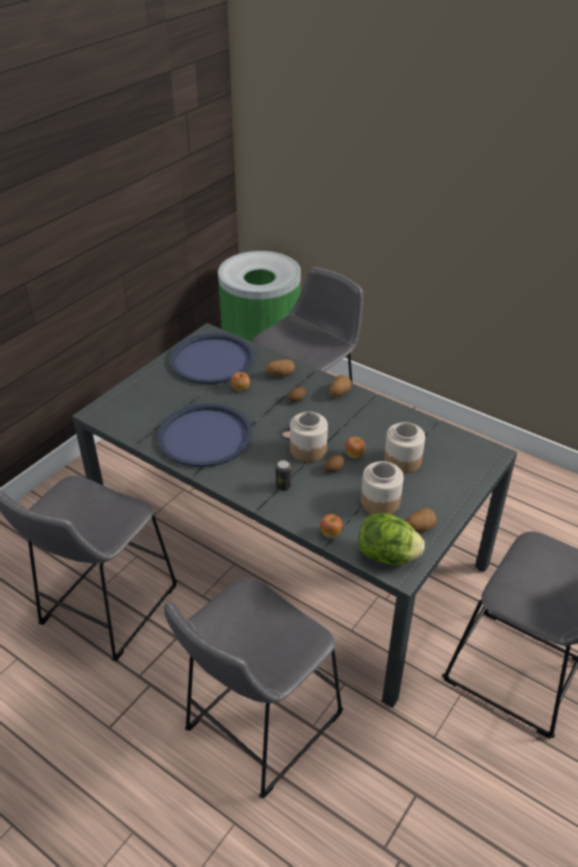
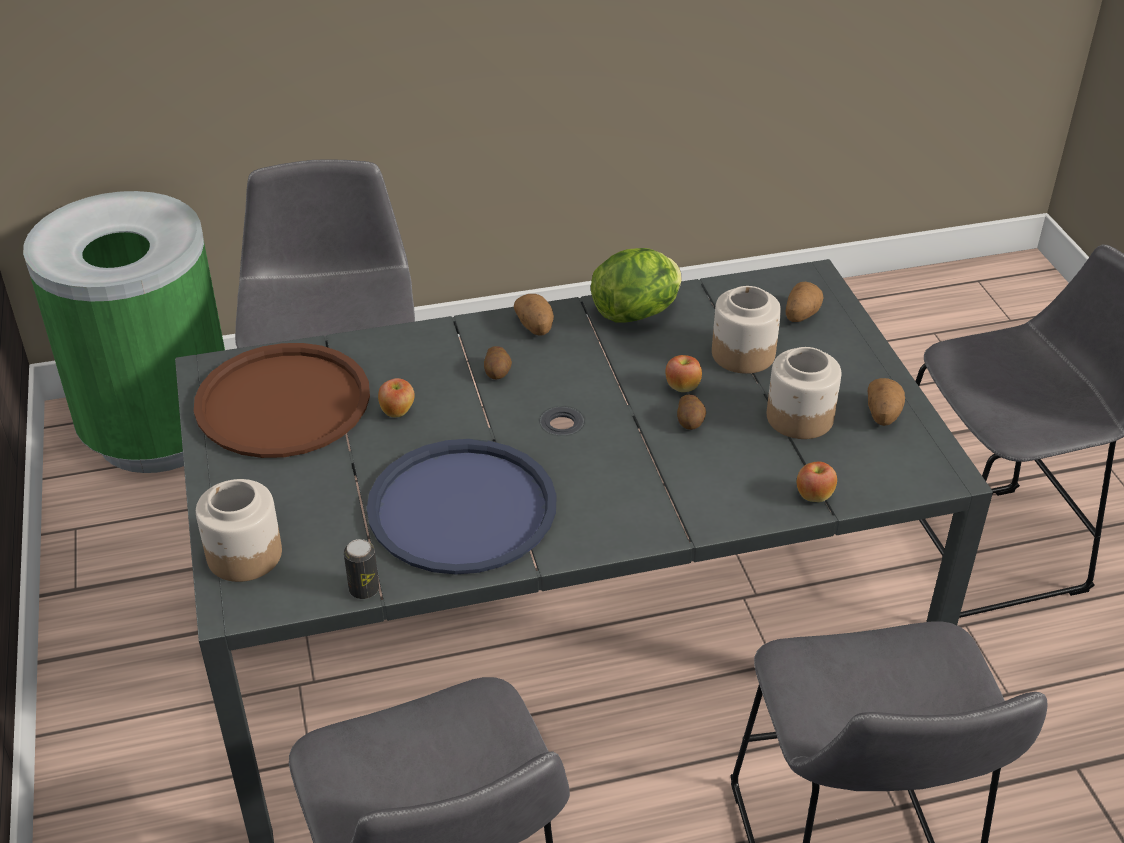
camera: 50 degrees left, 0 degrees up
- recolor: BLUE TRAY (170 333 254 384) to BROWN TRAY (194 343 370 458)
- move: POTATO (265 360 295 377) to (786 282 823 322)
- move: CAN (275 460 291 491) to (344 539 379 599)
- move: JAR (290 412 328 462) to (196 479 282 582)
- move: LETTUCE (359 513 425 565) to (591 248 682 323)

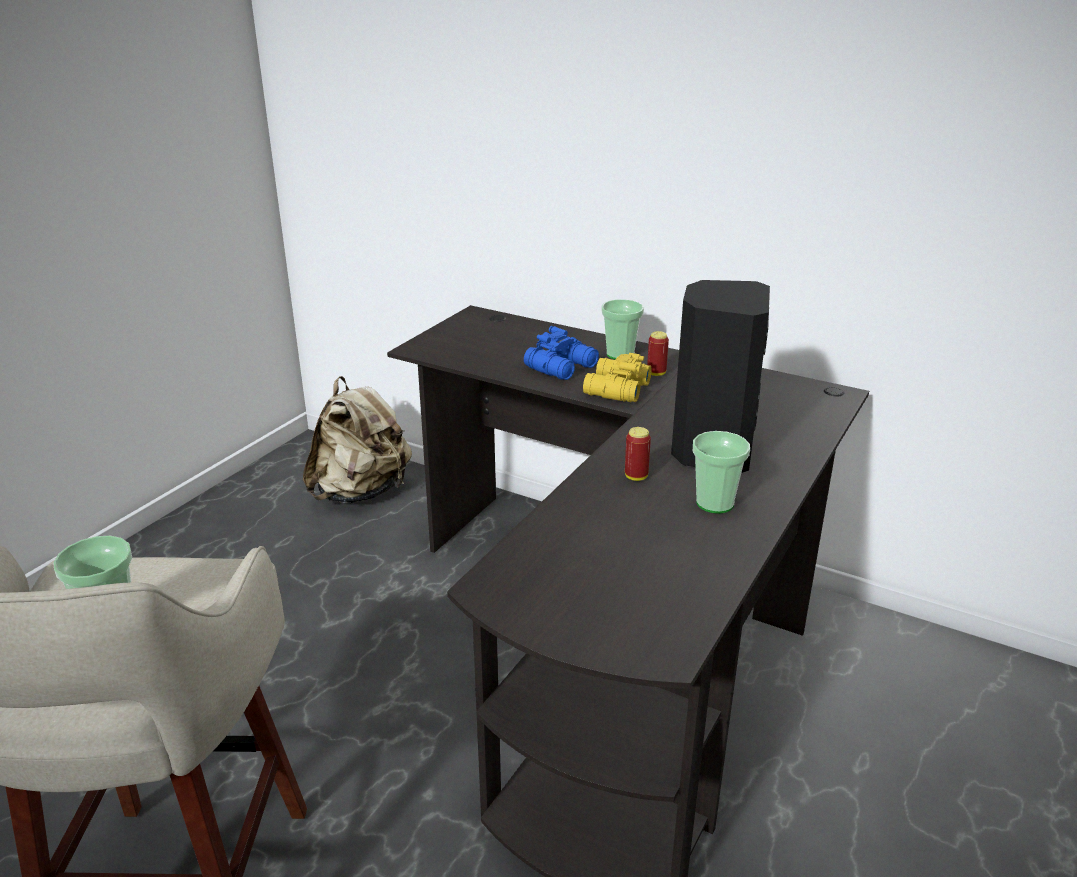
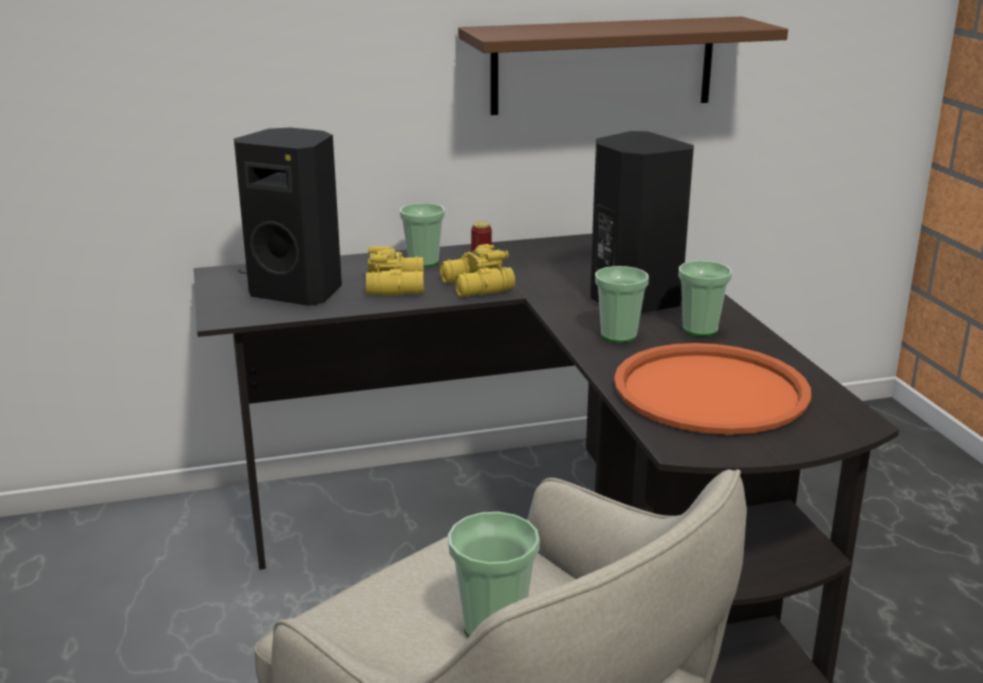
camera: 45 degrees left, 5 degrees down
- delete: BEIGE BACKPACK (303 376 412 503)
- recolor: BLUE BINOCULARS (524 326 599 380) to YELLOW BINOCULARS (366 246 424 296)
- replace: CAN (625 427 651 481) to CUP (595 266 649 343)
- insert: BLACK SPEAKER (234 128 342 306)
- insert: BROWN SHELF (458 16 788 115)
- insert: ORANGE TRAY (614 343 811 435)

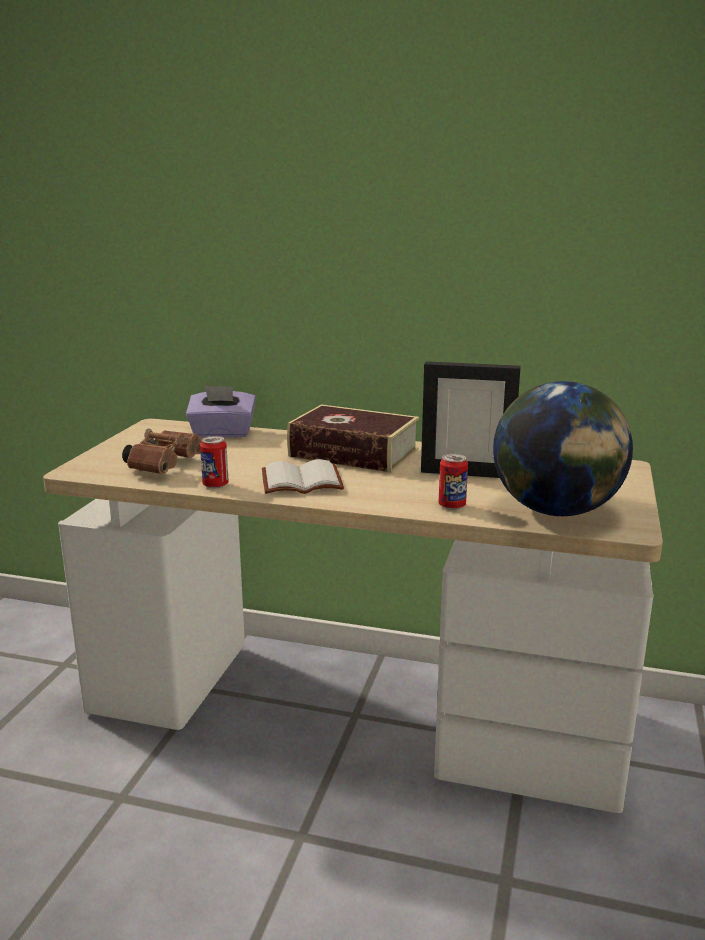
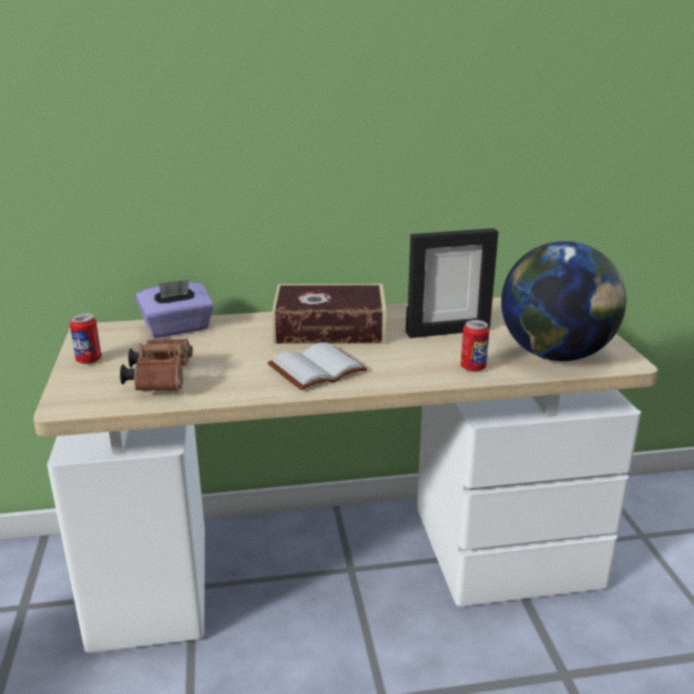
camera: 25 degrees left, 5 degrees up
- move: CAN (200 436 229 488) to (70 313 102 364)

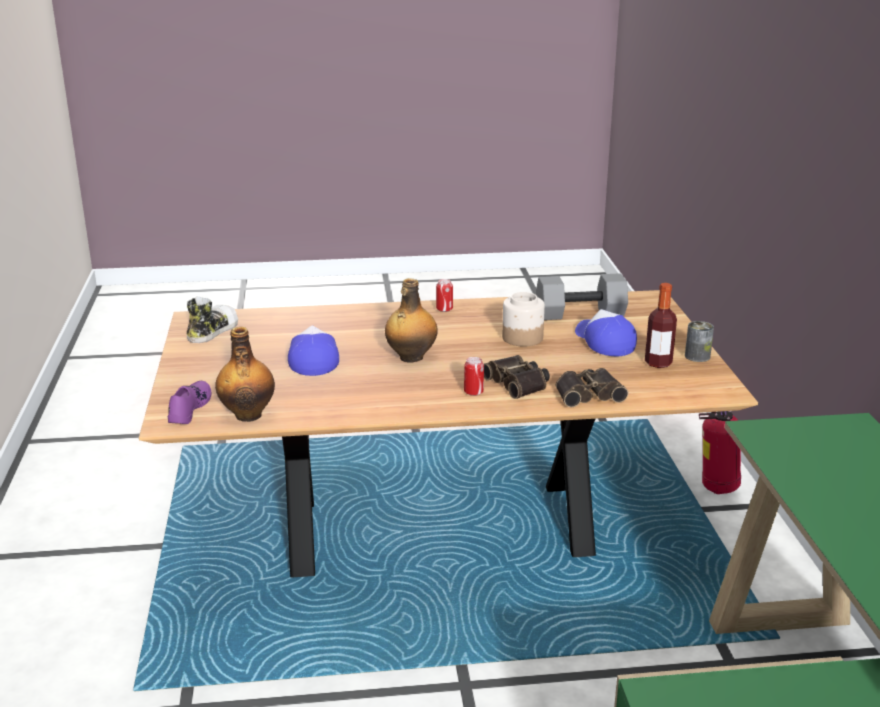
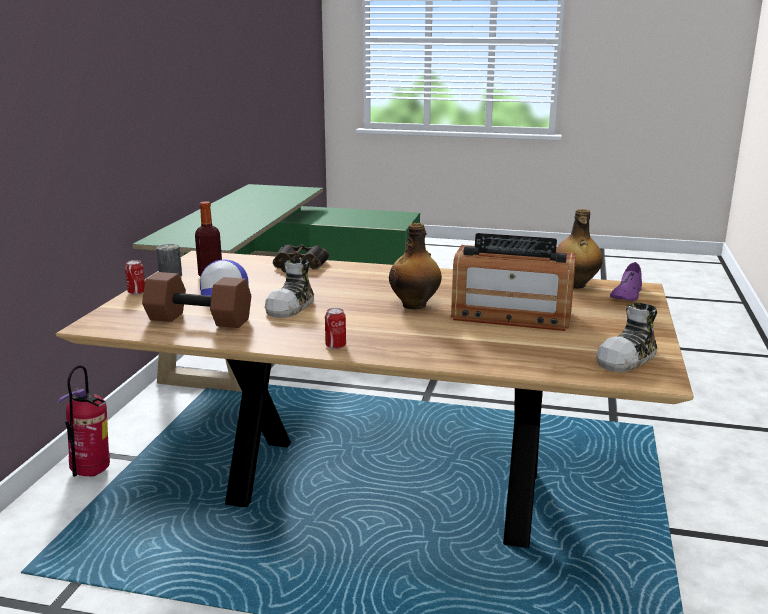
camera: 160 degrees left, 5 degrees down
- replace: CAP (288 326 339 376) to RADIO (451 233 576 331)
- move: CAN (464 357 484 396) to (125 260 145 295)
- delete: BINOCULARS (484 355 550 399)
- replace: JAR (502 292 545 346) to SHOE (265 259 314 318)
- recolor: GREY DUMBBELL (536 273 628 320) to BROWN DUMBBELL (142 272 251 328)

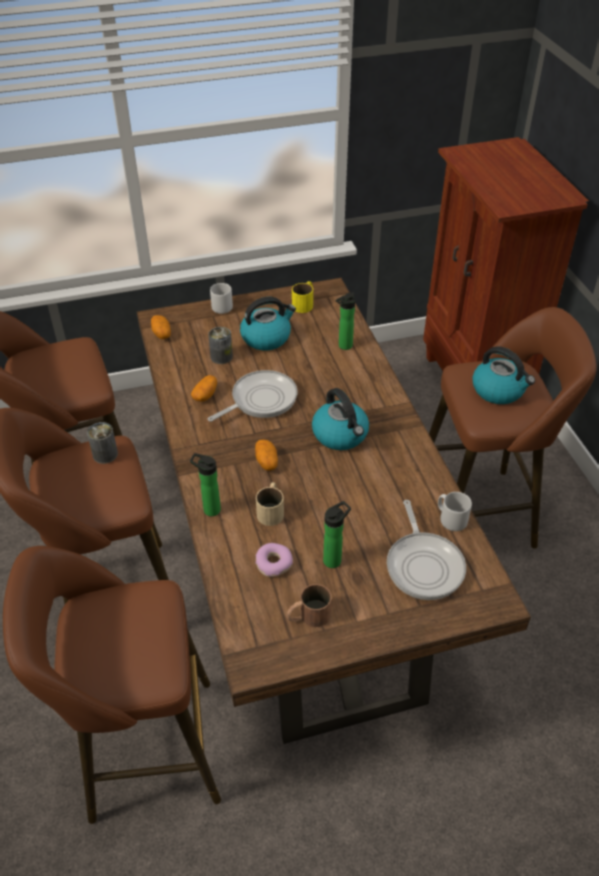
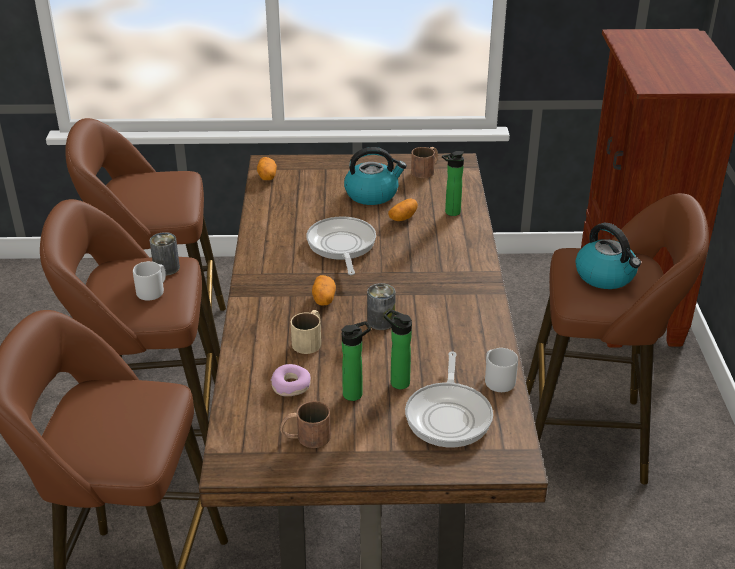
camera: 15 degrees right, 10 degrees down
- move: BOTTLE (190 453 221 516) to (384 309 412 389)
- move: POTATO (191 375 217 402) to (388 199 418 221)
- move: CAN (208 327 233 364) to (367 283 396 330)
- rotate: FRYING PAN (208 370 297 422) = (306 216 376 275) 75 degrees counterclockwise
- move: GREY MUG (210 283 233 314) to (133 261 166 301)
- recolor: YELLOW MUG (292 281 313 313) to BROWN MUG (411 147 438 178)
- delete: KETTLE (312 388 369 450)

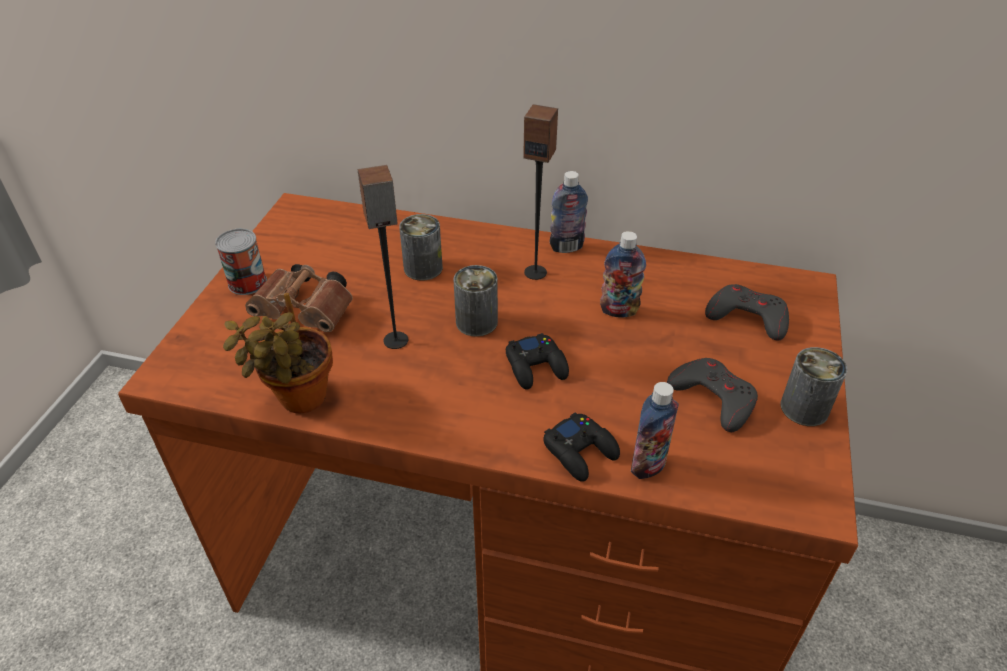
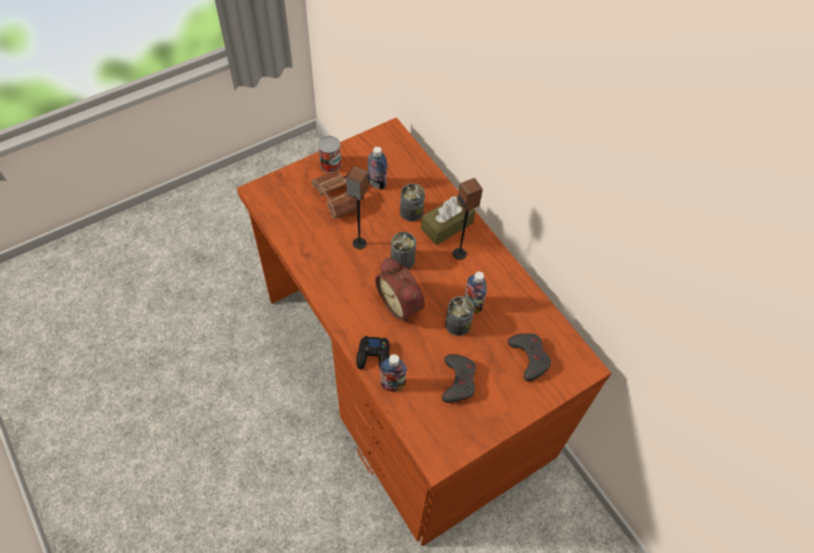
camera: 40 degrees right, 15 degrees up
- delete: POTTED PLANT (223 293 333 413)
- replace: BLACK GAME CONTROLLER (506 333 569 389) to ALARM CLOCK (375 257 425 322)
- move: BOTTLE (550 171 588 253) to (368 147 387 189)
- move: CAN (781 347 847 426) to (445 296 475 336)
- insert: BROWN TISSUE BOX (421 195 476 245)

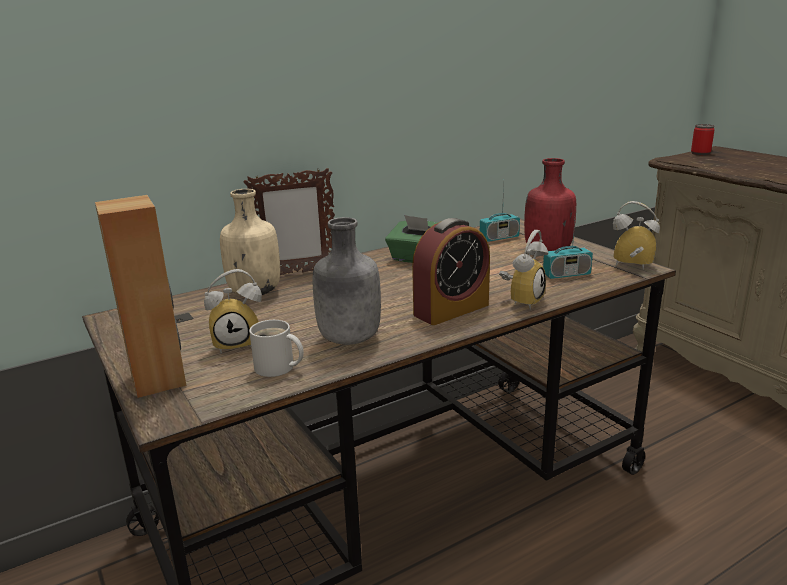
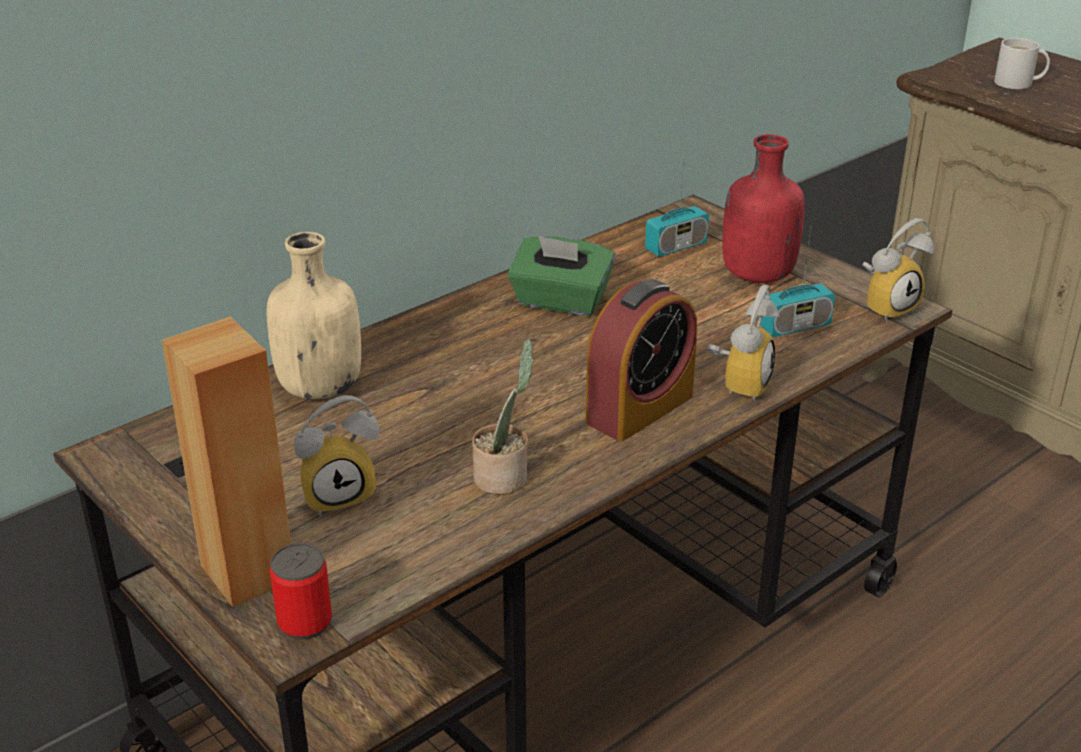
camera: 10 degrees left, 10 degrees up
- delete: PICTURE FRAME (243 168 335 275)
- move: WHITE MUG (249 320 304 377) to (994 38 1050 89)
- replace: GREY BOTTLE (312 217 381 345) to POTTED PLANT (472 339 533 495)
- rotate: ALARM CLOCK (613 201 660 270) = (862 218 934 322) 135 degrees clockwise
- move: CAN (691 124 715 155) to (270 543 332 640)

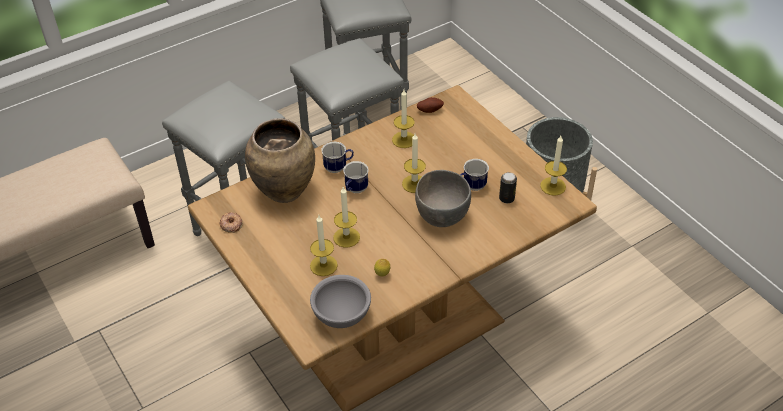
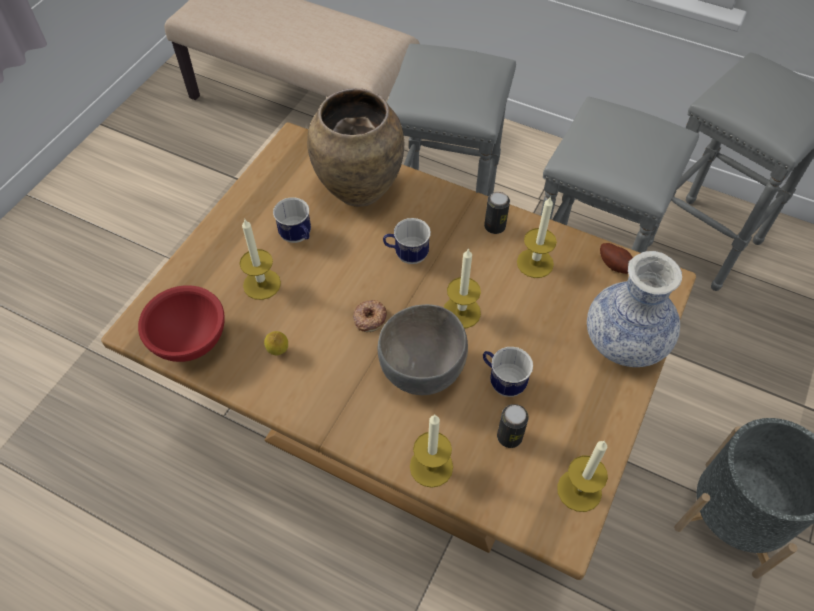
camera: 60 degrees right, 10 degrees up
- move: DONUT (219 212 243 233) to (353 300 387 332)
- recolor: GREY BOWL (310 275 371 328) to RED BOWL (138 285 225 362)
- move: MUG (321 142 354 173) to (273 197 311 243)
- move: CANDLE (333 187 360 248) to (410 415 453 488)
- insert: CAN (484 192 510 234)
- insert: VASE (587 251 682 367)

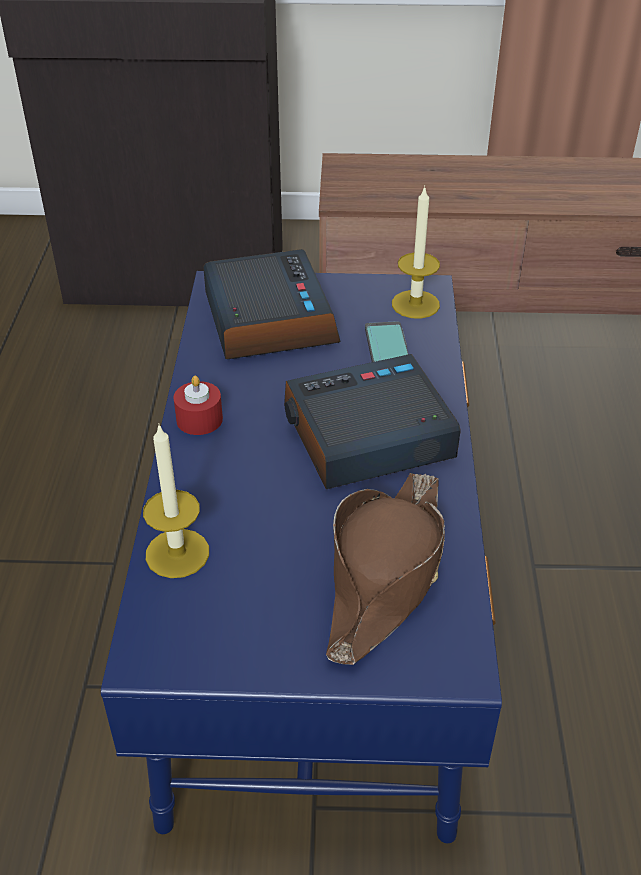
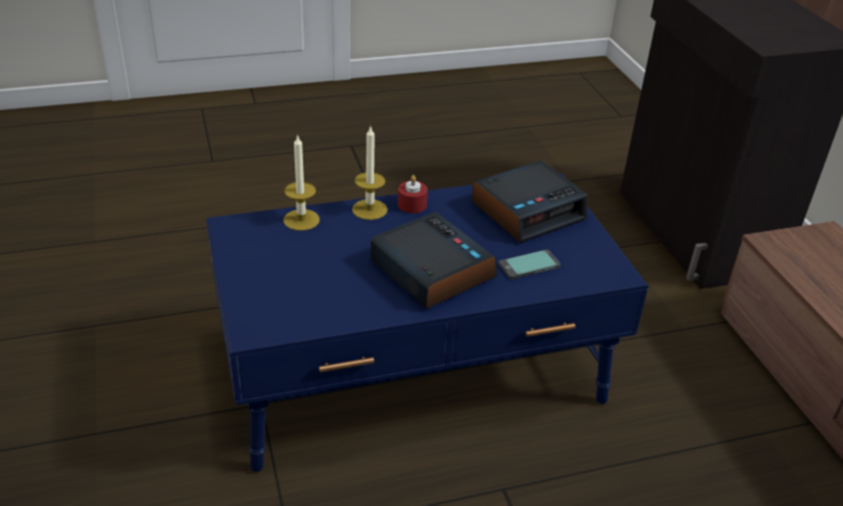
camera: 70 degrees right, 5 degrees down
- delete: BROWN HAT (326 473 445 665)
- move: CANDLE (392 186 440 319) to (352 125 388 220)

